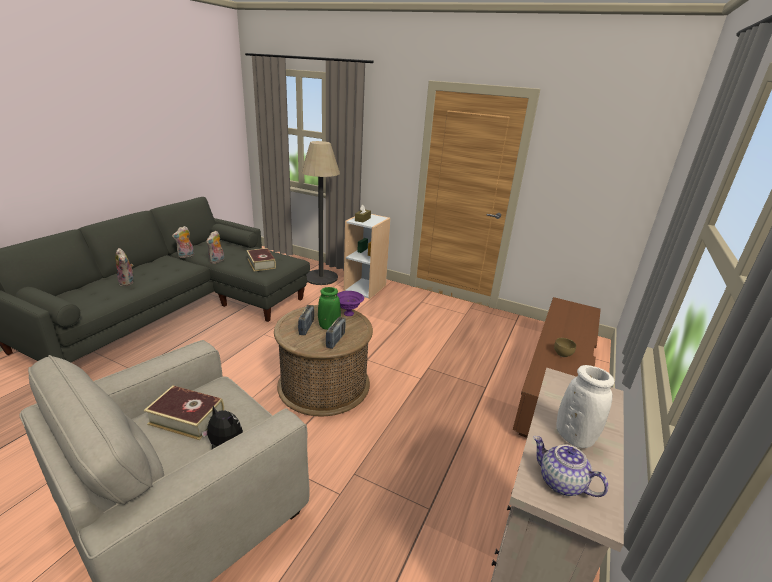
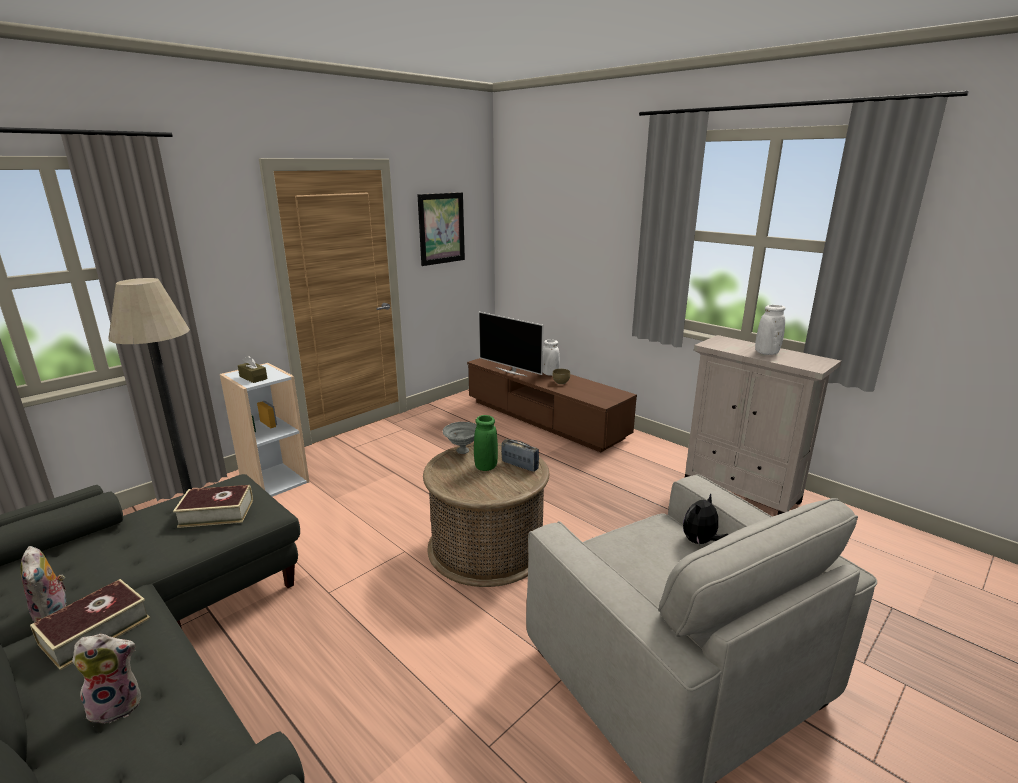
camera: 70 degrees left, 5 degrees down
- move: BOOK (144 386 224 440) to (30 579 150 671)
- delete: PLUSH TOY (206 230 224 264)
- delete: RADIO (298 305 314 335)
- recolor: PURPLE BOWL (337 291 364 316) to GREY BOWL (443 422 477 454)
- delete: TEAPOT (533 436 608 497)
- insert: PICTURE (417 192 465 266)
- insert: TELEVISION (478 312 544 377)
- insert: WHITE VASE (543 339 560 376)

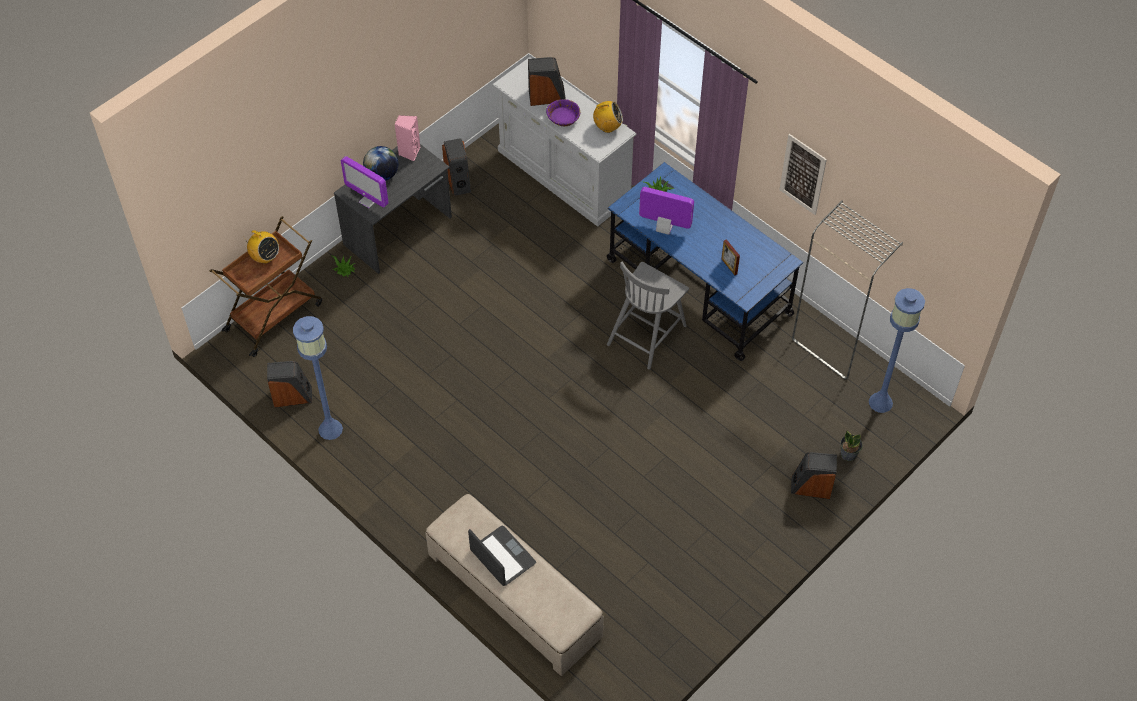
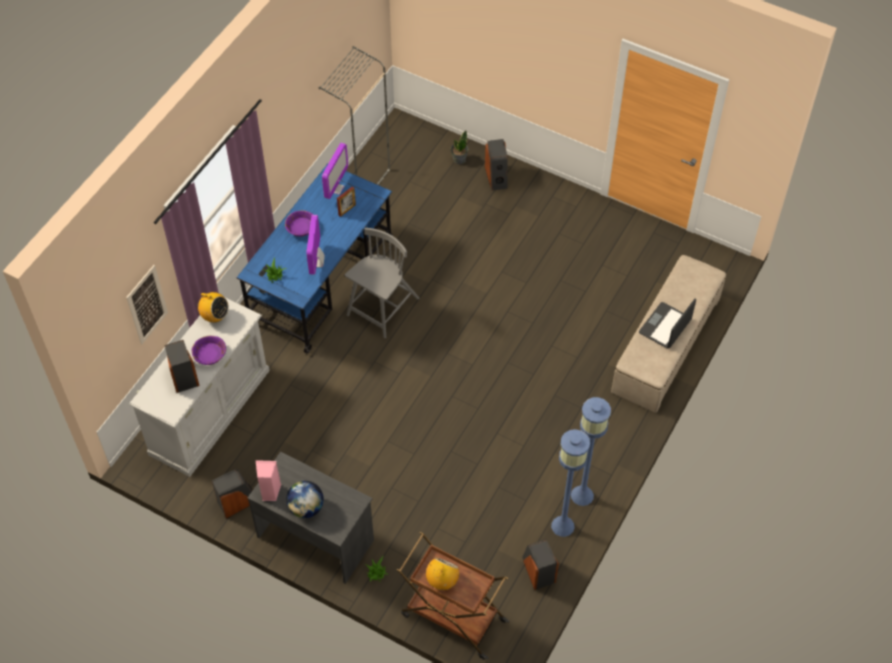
camera: 105 degrees left, 0 degrees up
- move: MONITOR (341 156 389 208) to (322 143 348 199)
- rotate: RADIO (593 101 623 133) = (195 292 229 322) 135 degrees clockwise
- rotate: GREY CHAIR (607 262 689 370) = (345 228 420 338) 75 degrees counterclockwise
- move: PICTURE (779 134 827 215) to (126 265 168 344)
- move: BLUE FLOOR LAMP (869 288 925 413) to (571 397 611 506)
- insert: PURPLE BOWL (285 210 314 237)

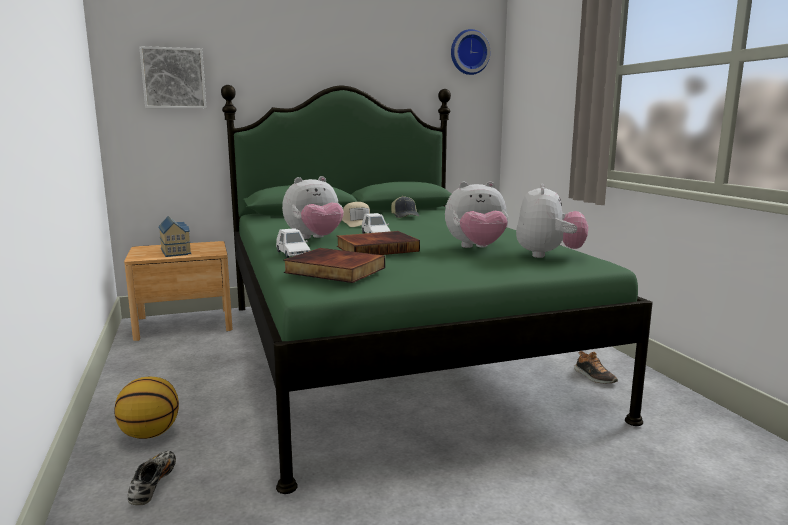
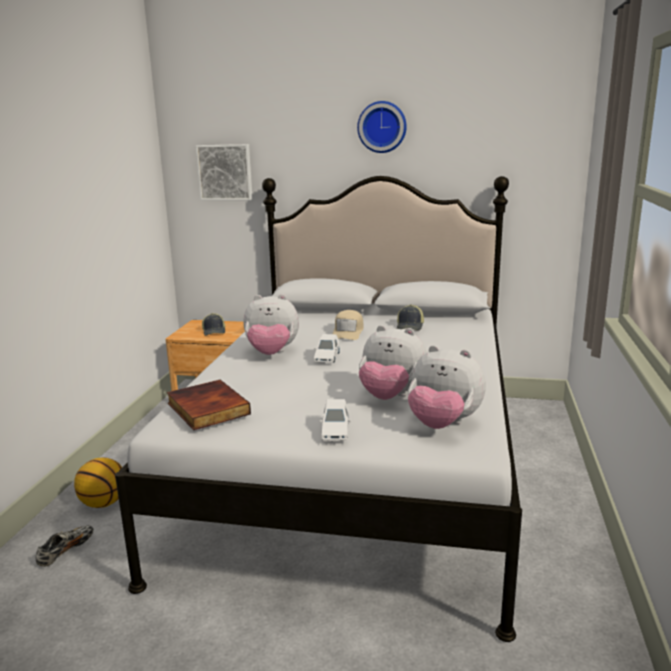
camera: 30 degrees right, 5 degrees up
- replace: TOY HOUSE (158 216 191 257) to CAP (202 313 225 336)
- recolor: GREEN BED (221 85 653 494) to WHITE BED (115 176 522 642)
- move: WHITE TOY CAR (276 228 311 258) to (319 399 351 440)
- delete: BOOK (337 231 420 255)
- move: WALL CLOCK (451 29 490 75) to (357 101 407 153)
- rotate: PLUSH TOY (516 184 588 258) = (408 345 486 429) 75 degrees clockwise
- delete: SHOE (574 351 618 383)

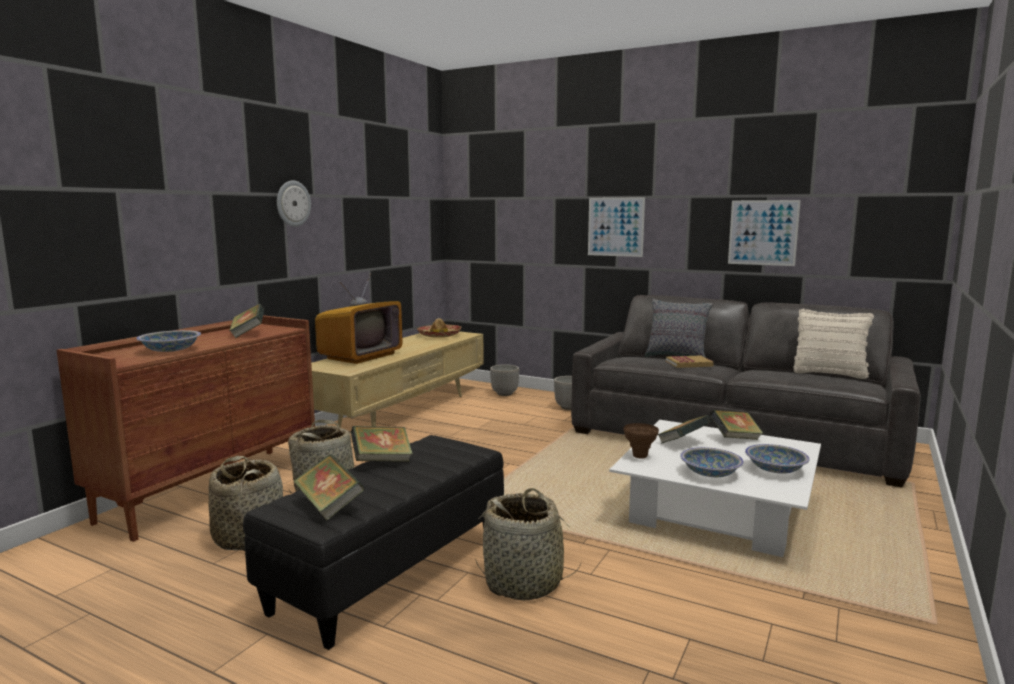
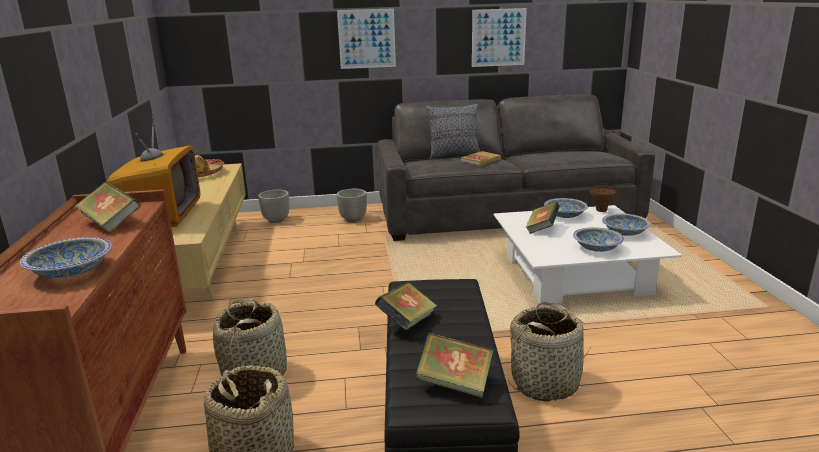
camera: 35 degrees left, 10 degrees up
- delete: WALL CLOCK (277 180 311 227)
- move: BROWN VASE (624 423 659 459) to (590 186 617 212)
- replace: BOOK (710 410 763 440) to BOWL (544 198 588 218)
- delete: BEIGE PILLOW (793 309 874 379)

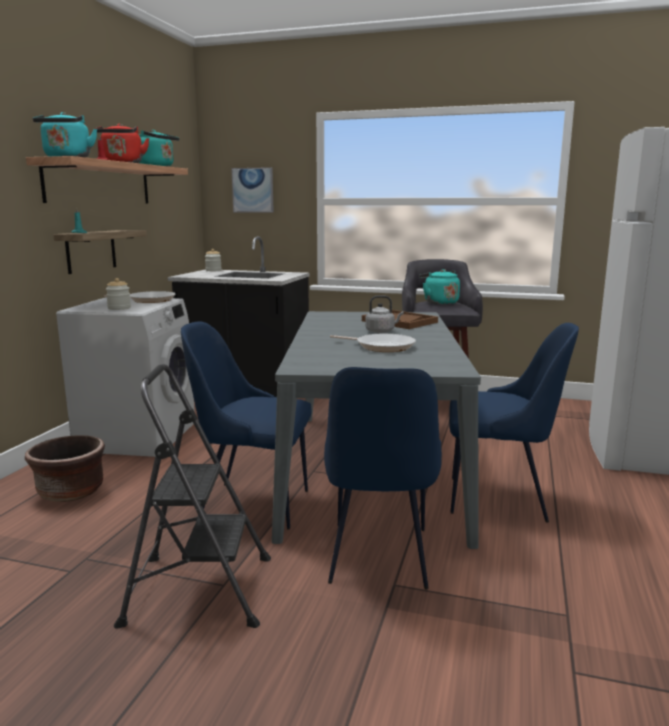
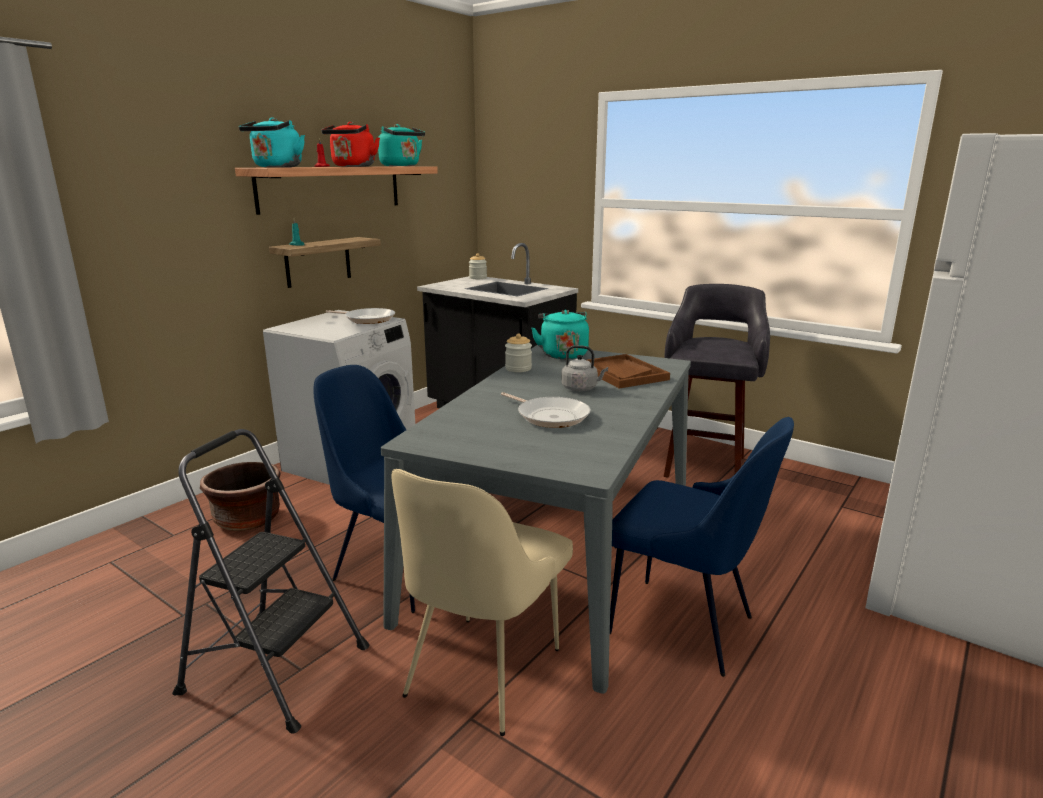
camera: 20 degrees right, 5 degrees up
- move: JAR (106 278 131 310) to (505 334 532 372)
- delete: PICTURE (231 167 274 213)
- recolor: BLUE CHAIR (324 367 442 590) to BEIGE CHAIR (392 469 573 736)
- move: TURQUOISE KETTLE (419 269 460 305) to (531 310 589 359)

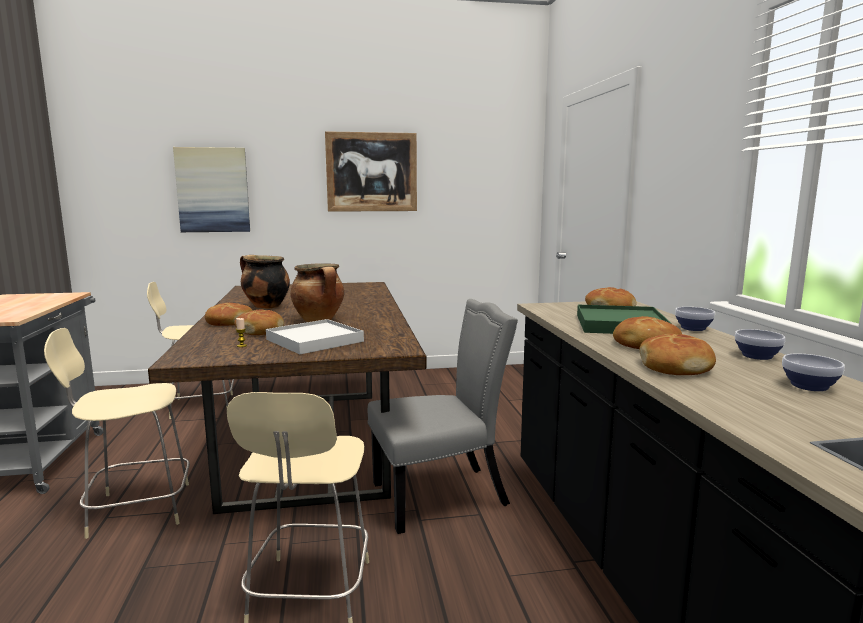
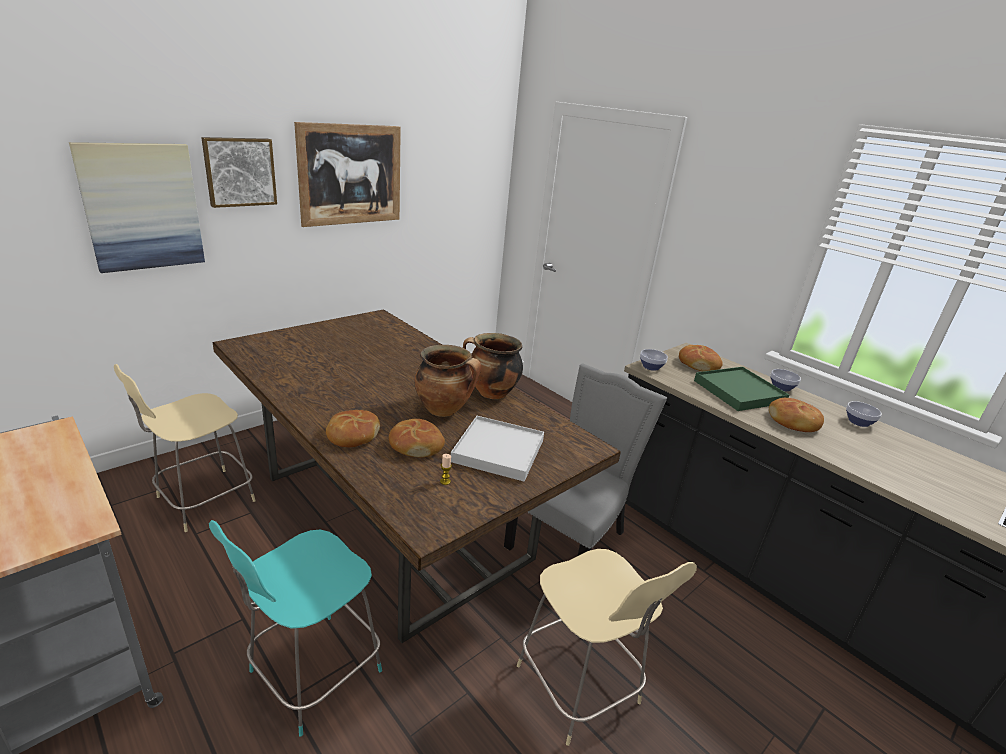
camera: 35 degrees left, 15 degrees up
- recolor: BEIGE CHAIR (44 328 190 539) to TURQUOISE CHAIR (209 520 382 737)
- move: COOKING POT (240 255 290 309) to (463 333 523 399)
- delete: BREAD (639 334 716 375)
- move: BOWL (782 353 845 391) to (640 349 668 371)
- insert: PICTURE (201 137 277 208)

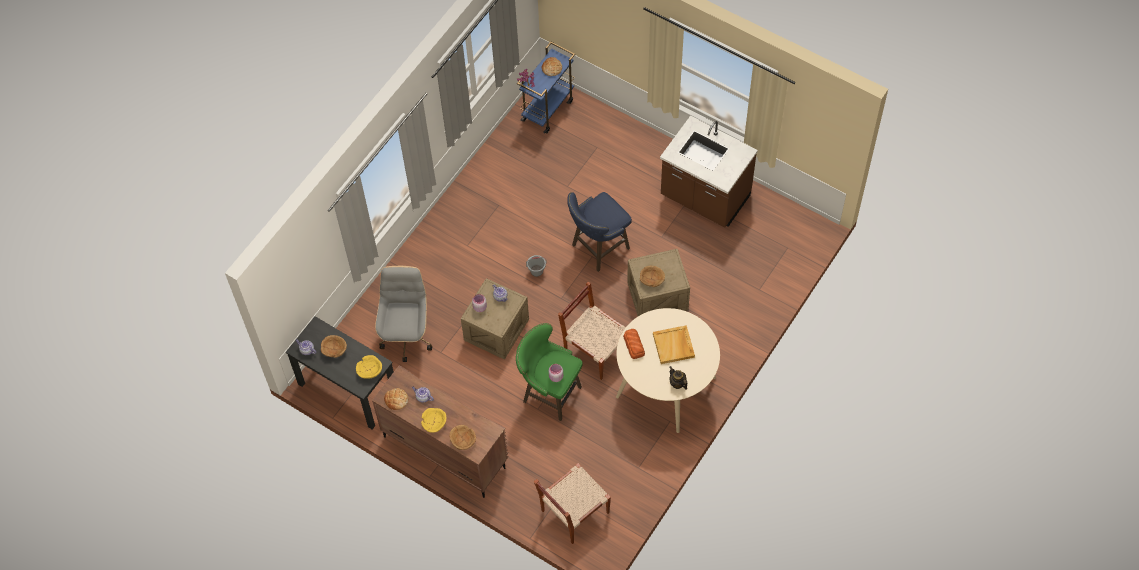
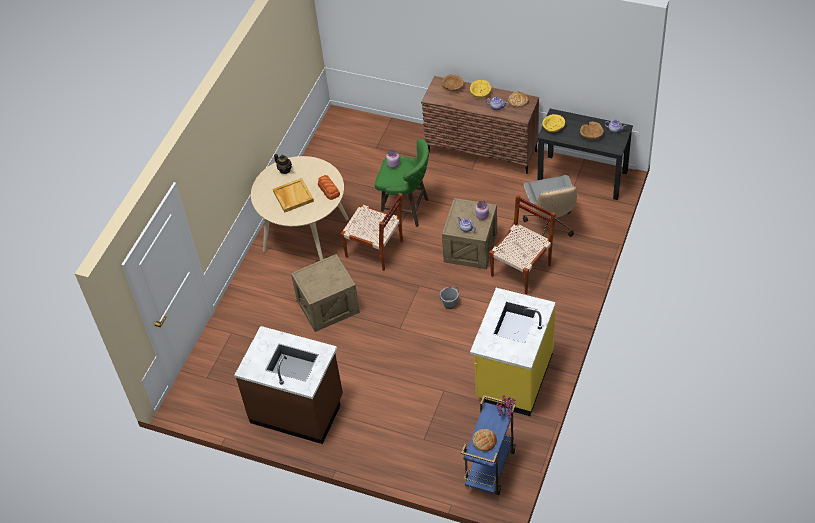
camera: 170 degrees right, 10 degrees down
- move: CHAIR (534 463 611 544) to (489 195 556 294)
- delete: BLUE STOOL (567 192 632 272)
- delete: BROWN BOWL (640 266 665 287)
- insert: YELLOW COUNTER (470 288 556 416)

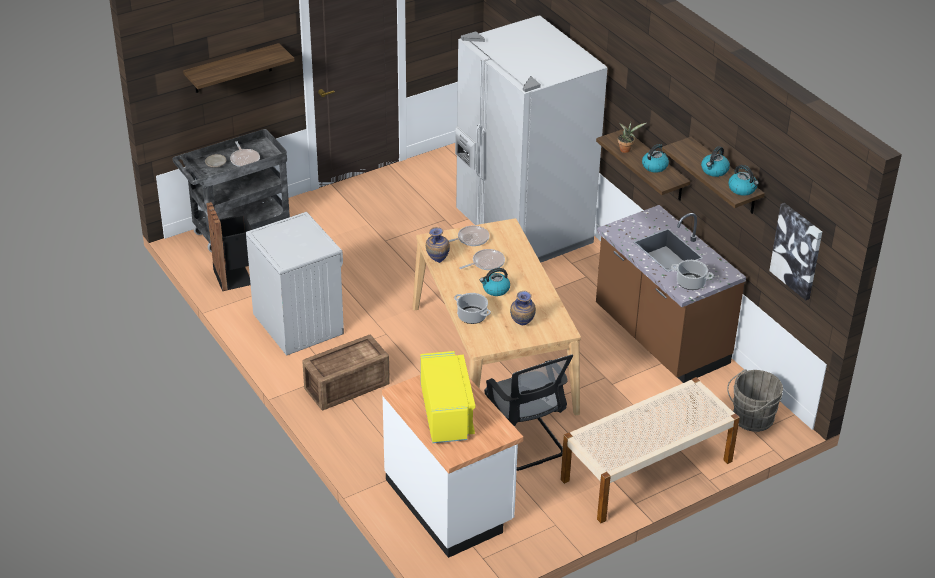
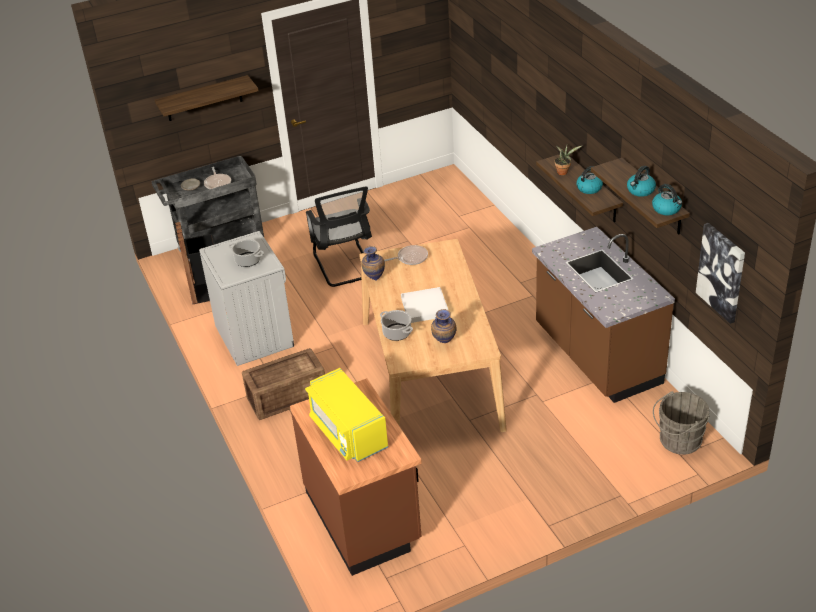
camera: 10 degrees right, 0 degrees up
- recolor: WHITE COUNTER (382 375 524 558) to BROWN COUNTER (290 378 422 576)
- rotate: YELLOW MICROWAVE (420 351 475 443) = (305 368 388 462) 150 degrees clockwise
- delete: WHITE FRIDGE (455 15 607 263)
- delete: FRYING PAN (459 249 505 270)
- replace: KETTLE (480 268 510 296) to WHITE TRAY (401 287 449 323)
- move: CHAIR (484 354 573 471) to (306 186 372 287)
- delete: BEIGE BENCH (561 377 740 523)
- move: COOKING POT (671 260 714 290) to (229 239 264 267)

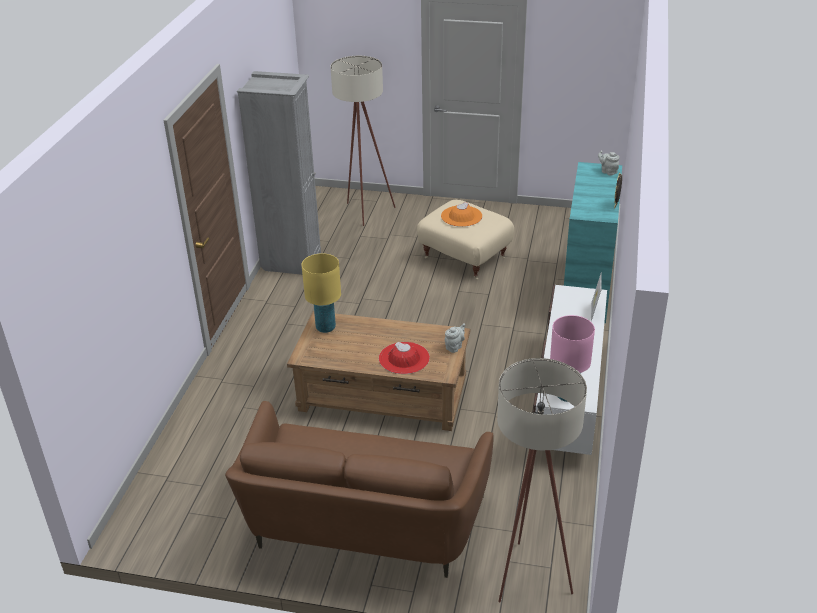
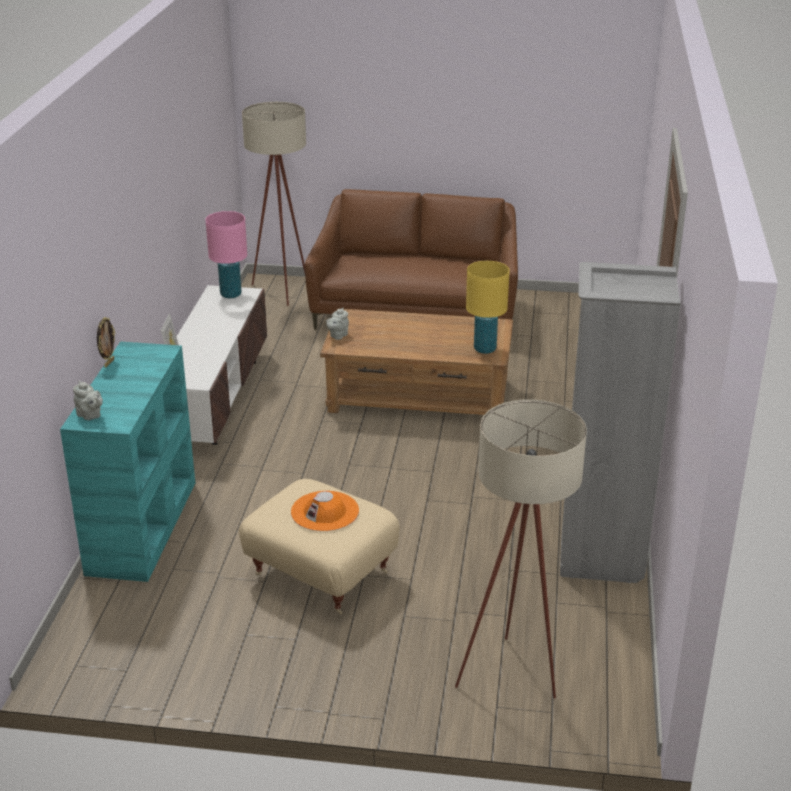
camera: 175 degrees right, 5 degrees down
- delete: RED HAT (379 342 430 374)

